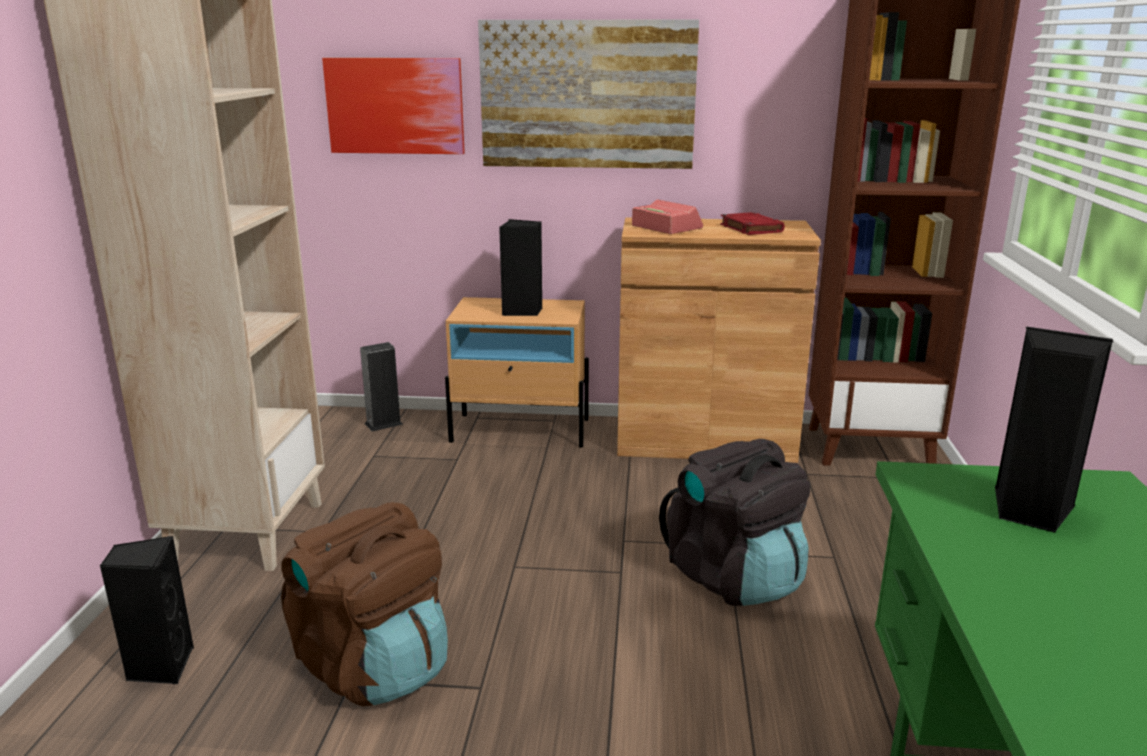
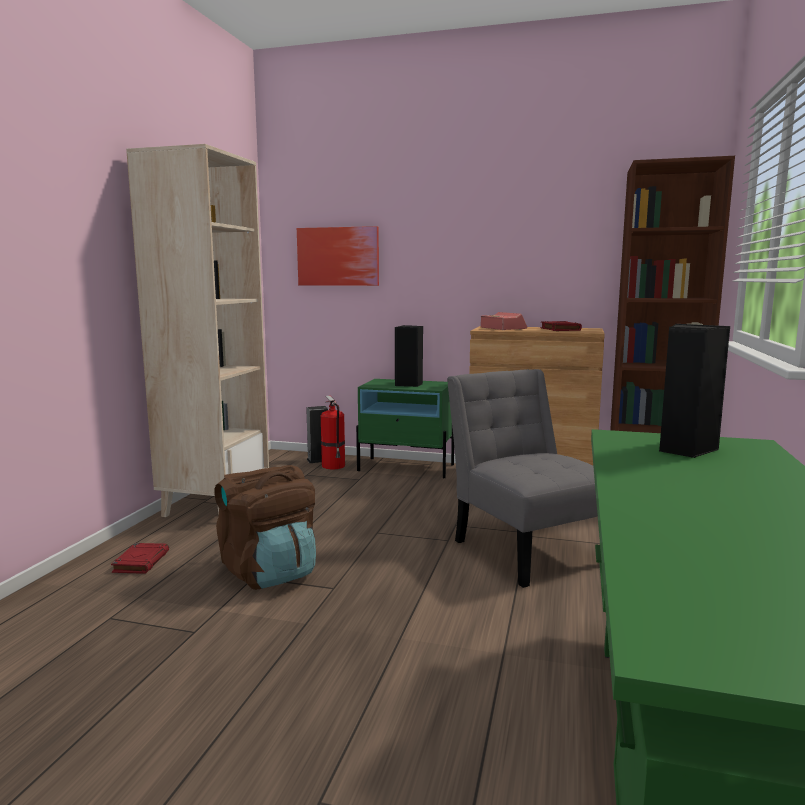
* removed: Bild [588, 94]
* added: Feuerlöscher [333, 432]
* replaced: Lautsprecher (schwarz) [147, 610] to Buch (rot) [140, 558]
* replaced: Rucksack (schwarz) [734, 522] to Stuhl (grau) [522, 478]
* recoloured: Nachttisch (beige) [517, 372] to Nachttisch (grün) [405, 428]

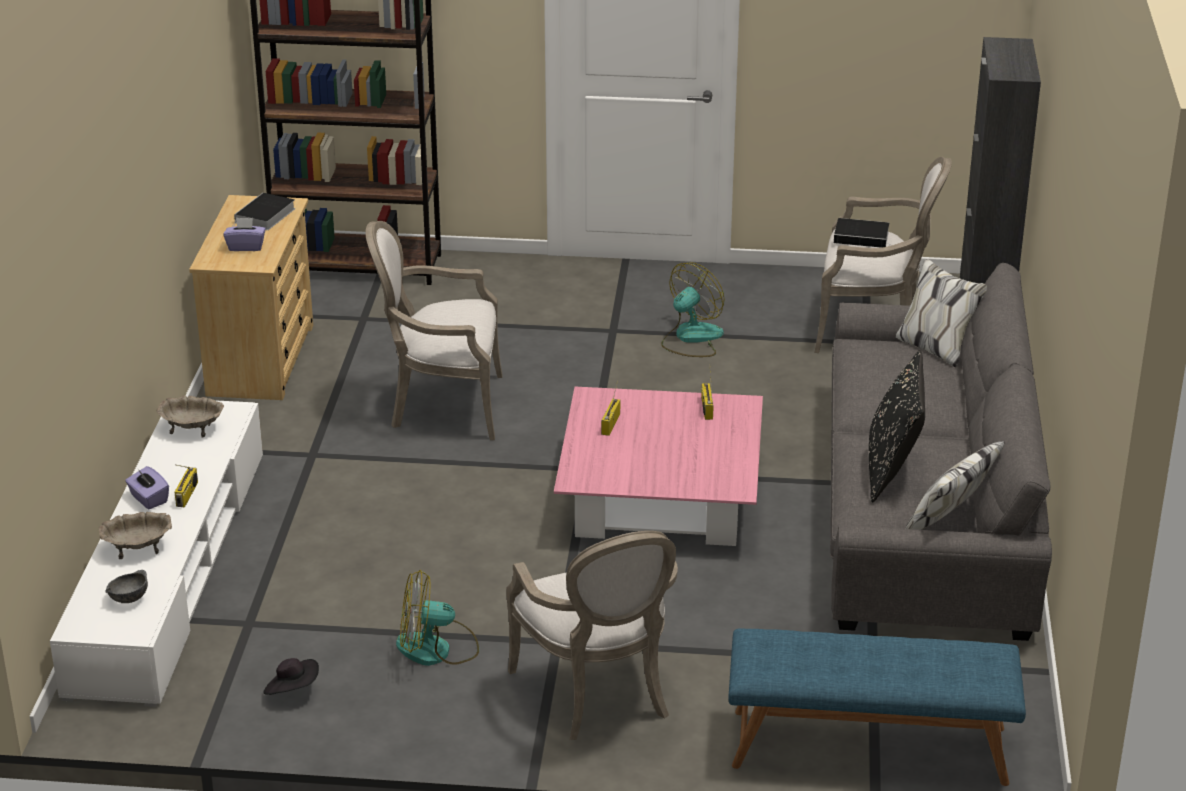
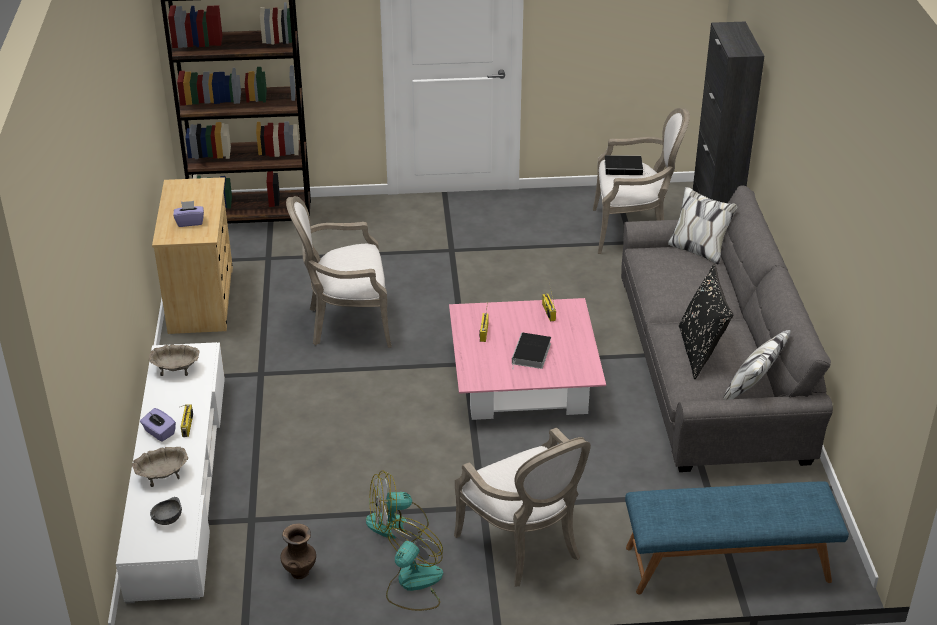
* moved: Buch [263, 211] to [531, 350]
* moved: Ventilator [693, 309] to [414, 564]
* replaced: Hut (schwarz) [291, 676] to Vase (braun) [298, 551]

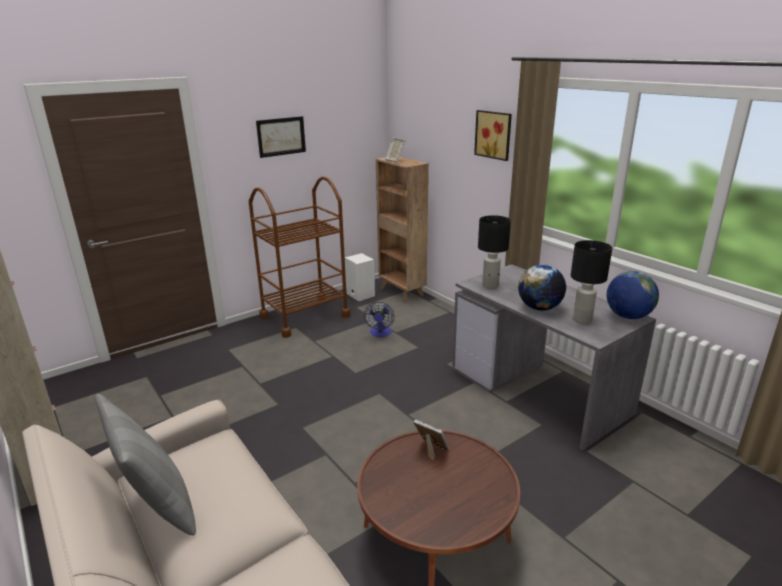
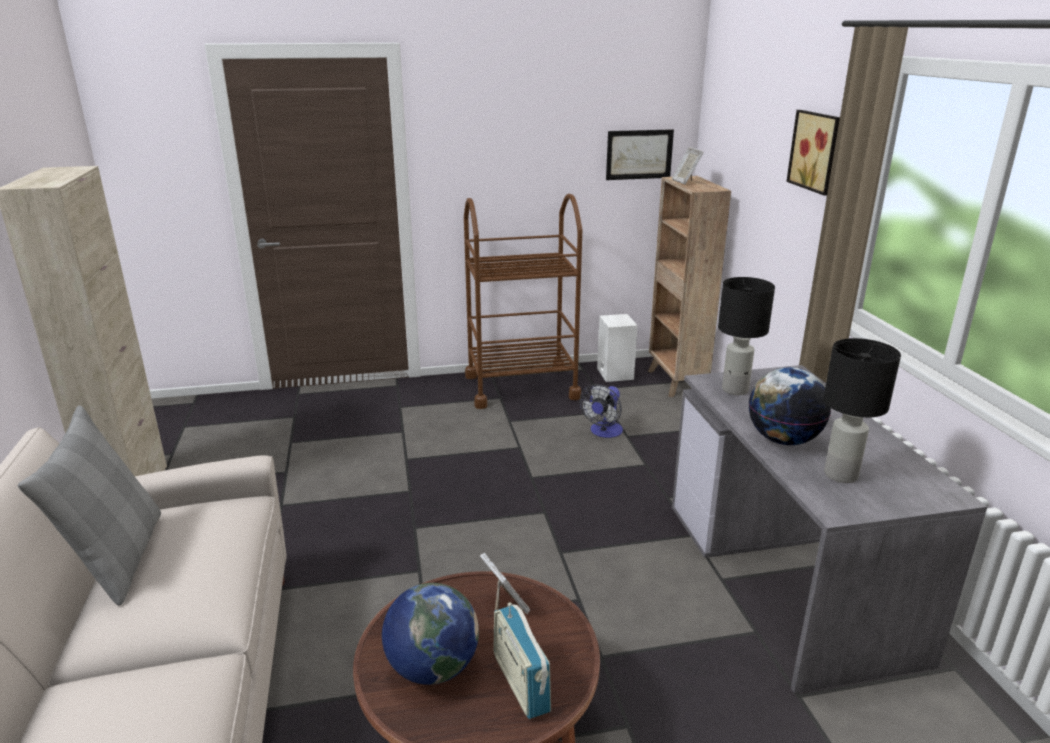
* added: Radio [522, 660]
* moved: Bild [281, 137] to [640, 154]
* moved: Globus [633, 295] to [430, 634]

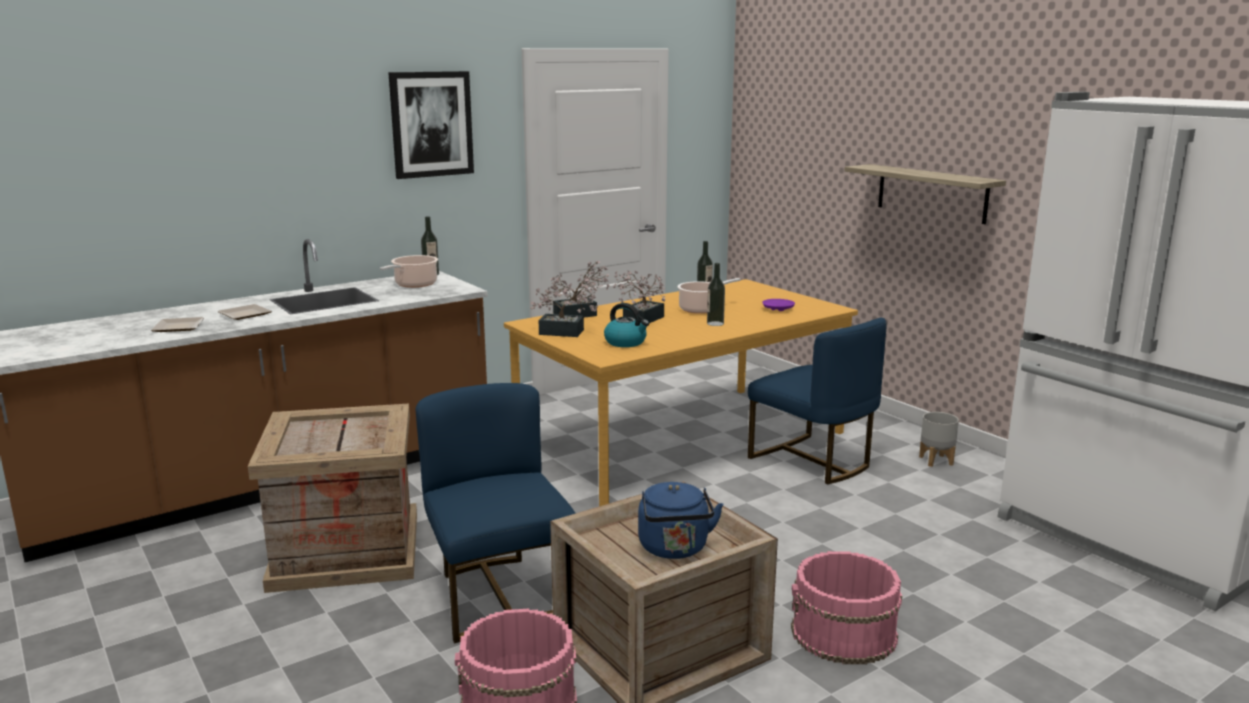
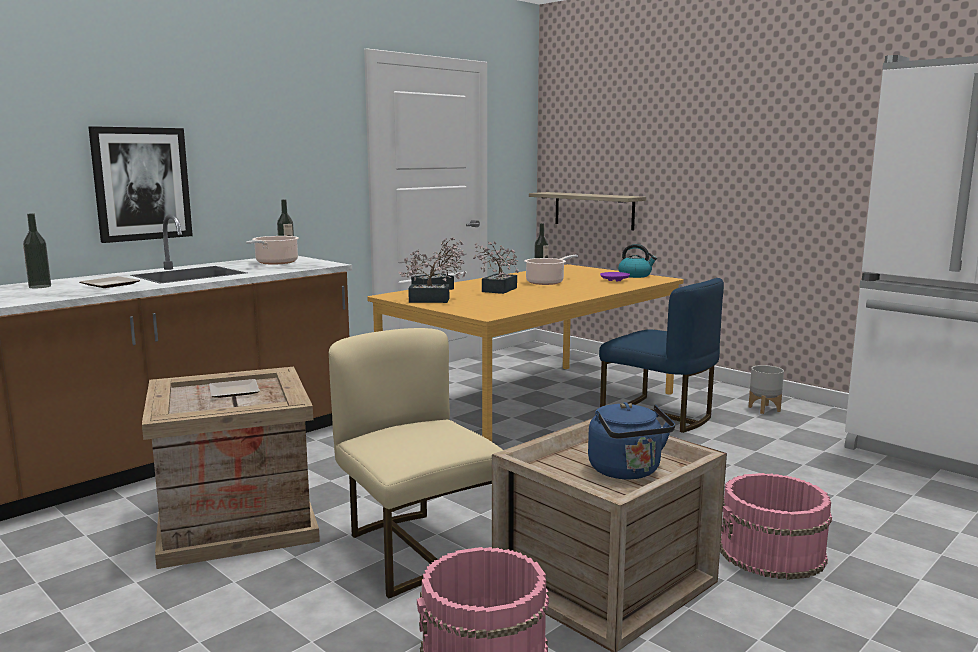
* moved: Teller [178, 324] to [234, 388]
* moved: Bild [431, 125] to [140, 184]
* moved: Wasserkessel [626, 325] to [637, 261]
* moved: Flasche [716, 294] to [37, 250]
* moved: Wandregal [925, 194] to [587, 211]
* recoloured: Stuhl (blau) [495, 513] to Stuhl (beige) [416, 463]

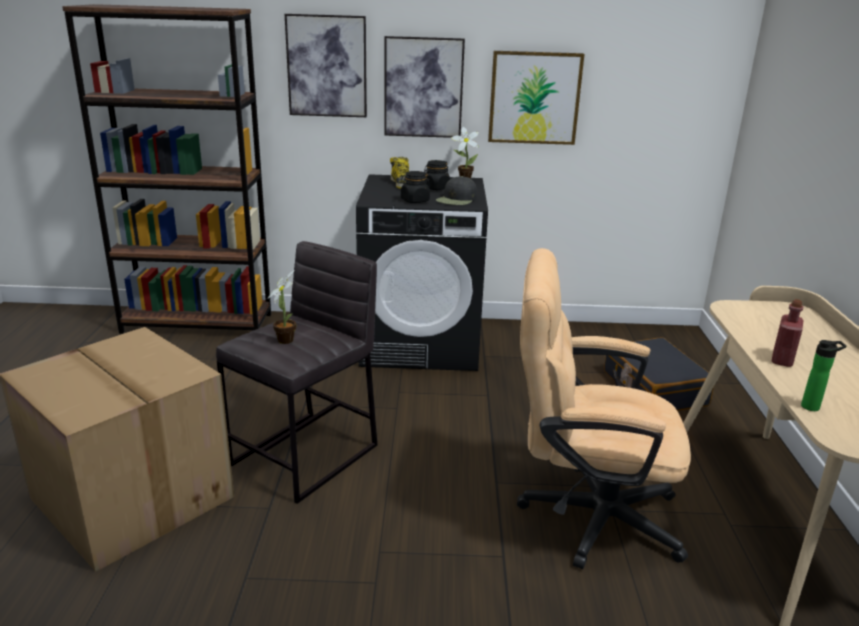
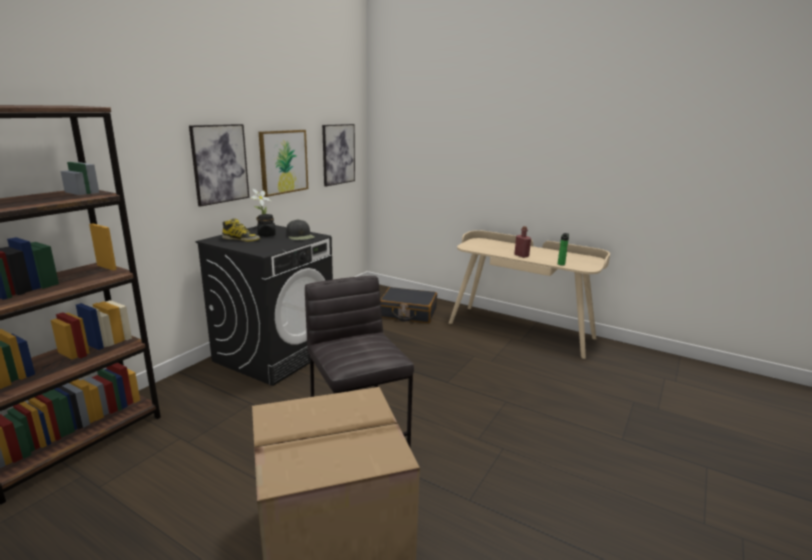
* removed: Topfpflanze [281, 307]
* removed: Vorratsglas (schwarz) [415, 187]
* removed: Bürostuhl (beige) [604, 408]
* moved: Bild [326, 65] to [338, 155]

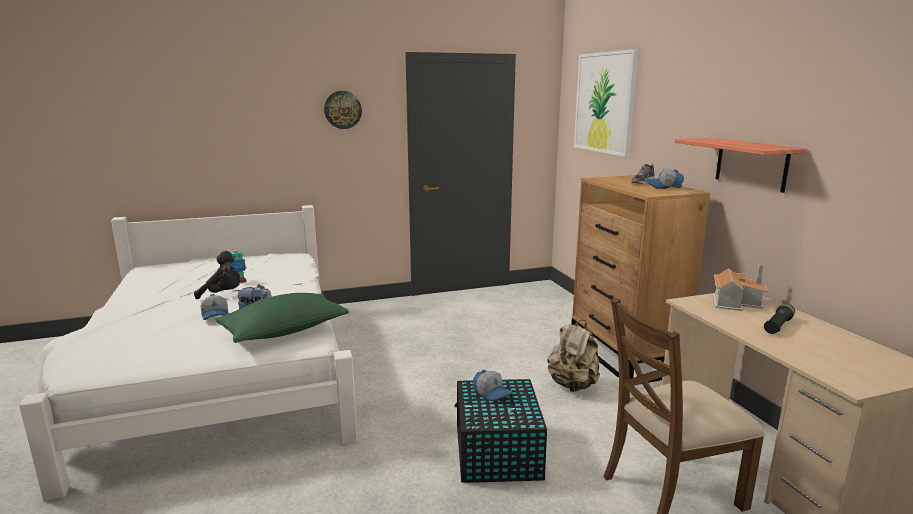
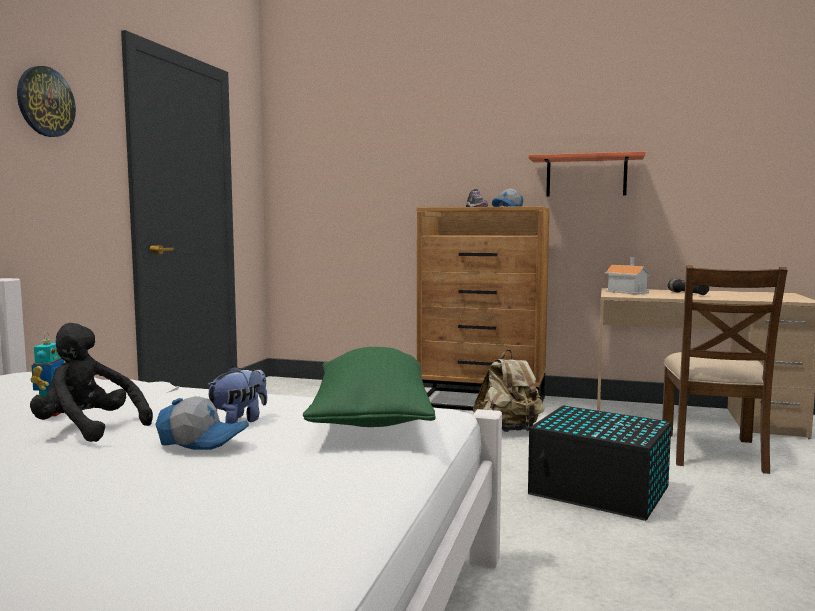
* removed: Kappe [492, 385]
* removed: Bild [606, 103]
* turned: Plüschtier (schwarz) [217, 275] = [91, 382] 105 degrees counterclockwise

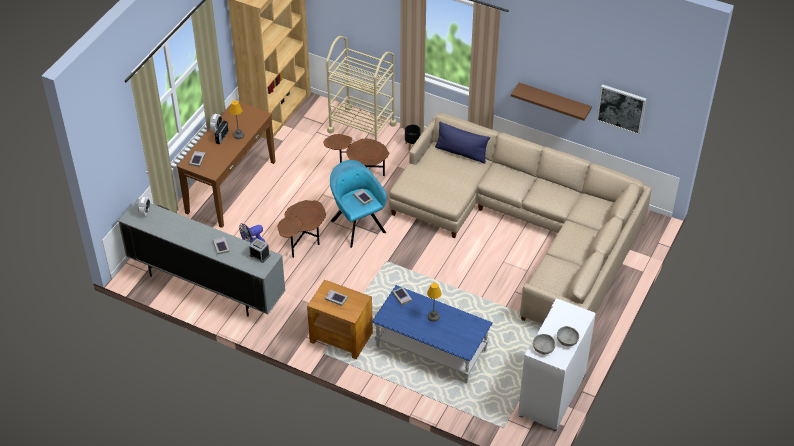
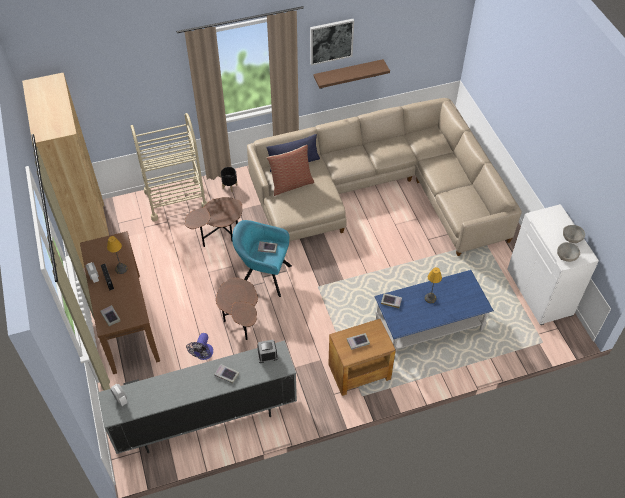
* added: Kissen [290, 170]
* moved: Bild [621, 109] to [332, 42]

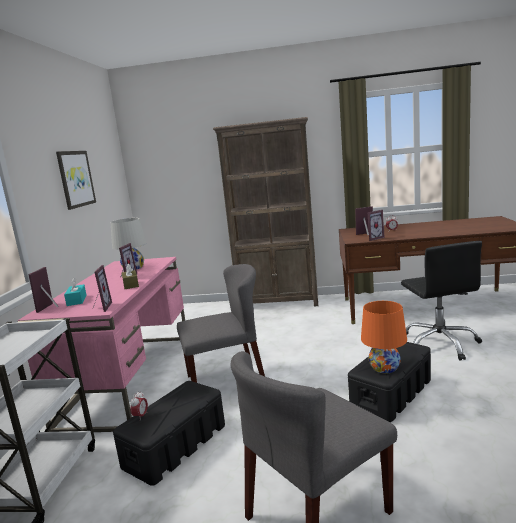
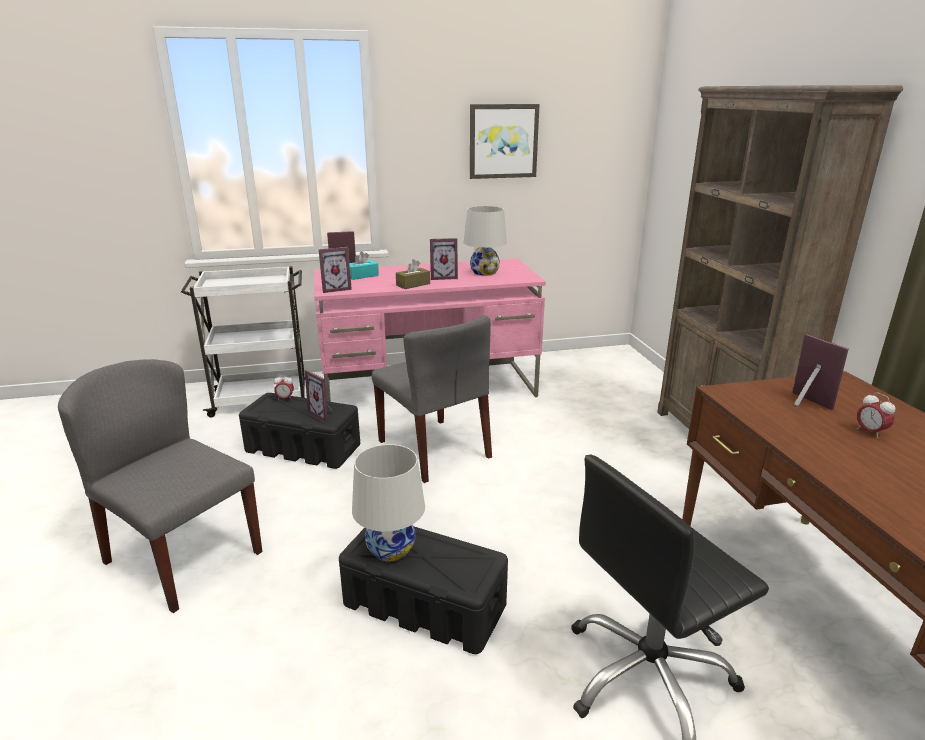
* moved: Bilderrahmen [376, 225] to [318, 396]
* recoloured: Tischlampe (orange) [384, 337] to Tischlampe (weiß) [388, 502]

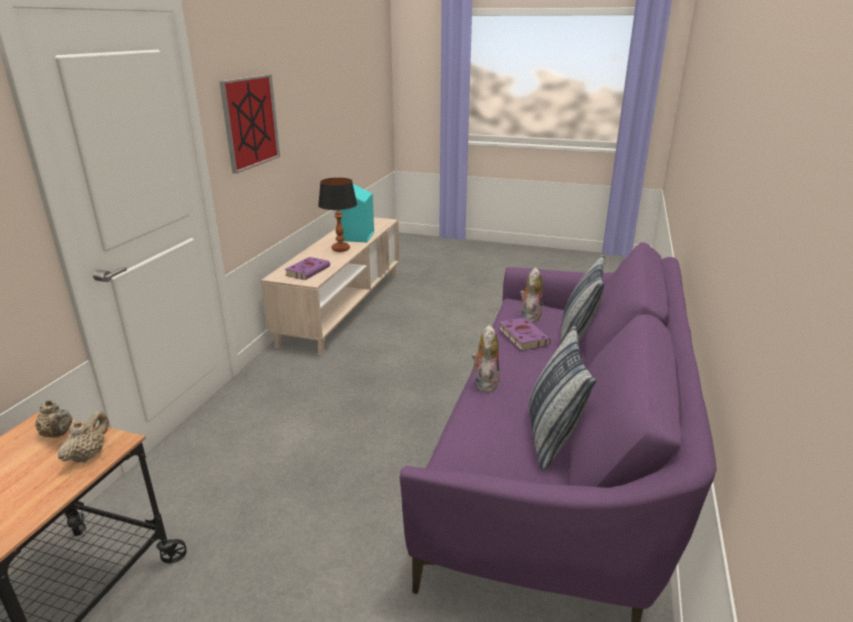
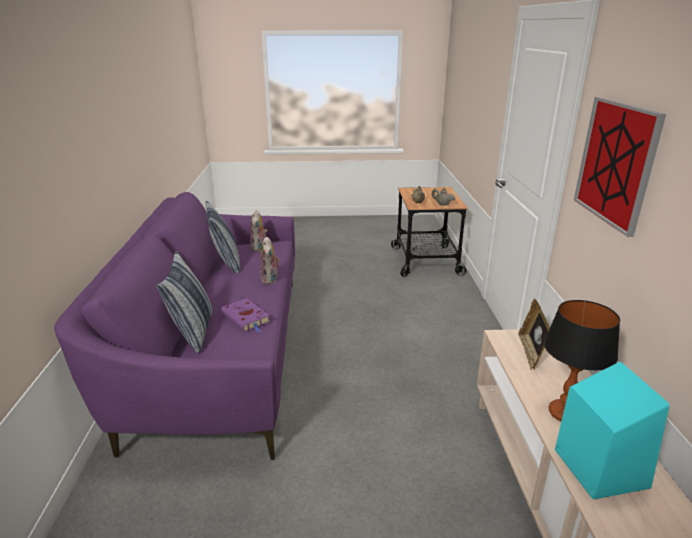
* moved: Plüschtier [531, 295] to [258, 230]
* replaced: Buch (lila) [307, 268] to Bilderrahmen [534, 334]

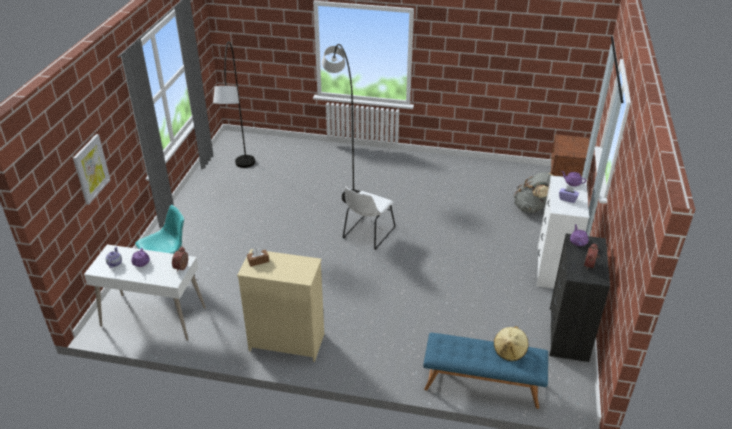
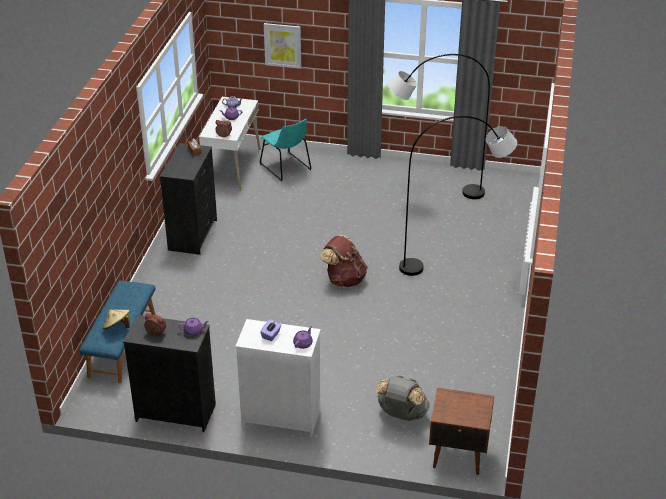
* replaced: Stuhl (weiß) [369, 218] to Rucksack (braun) [344, 261]
* recoloured: Kommode (beige) [280, 305] to Kommode (schwarz) [188, 199]

